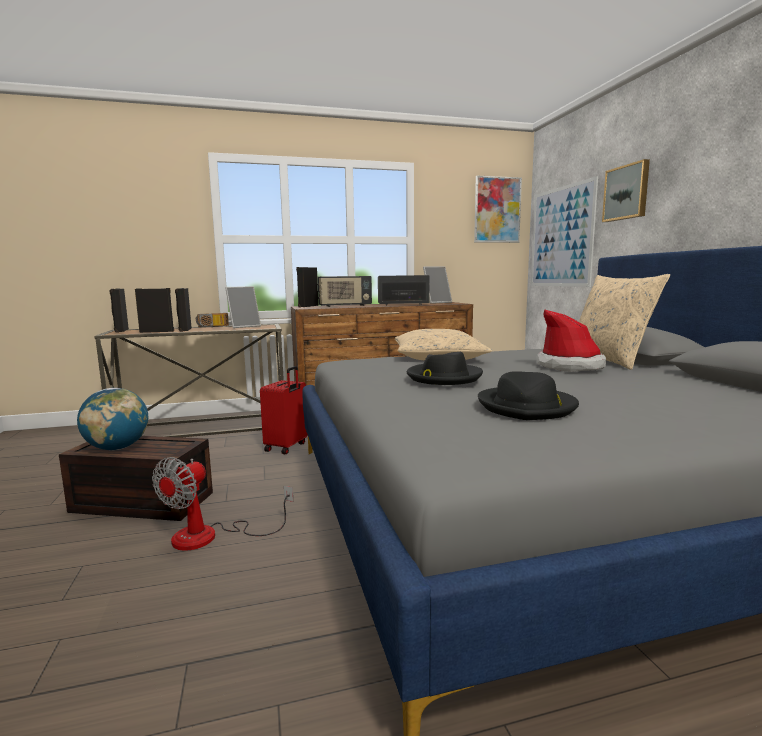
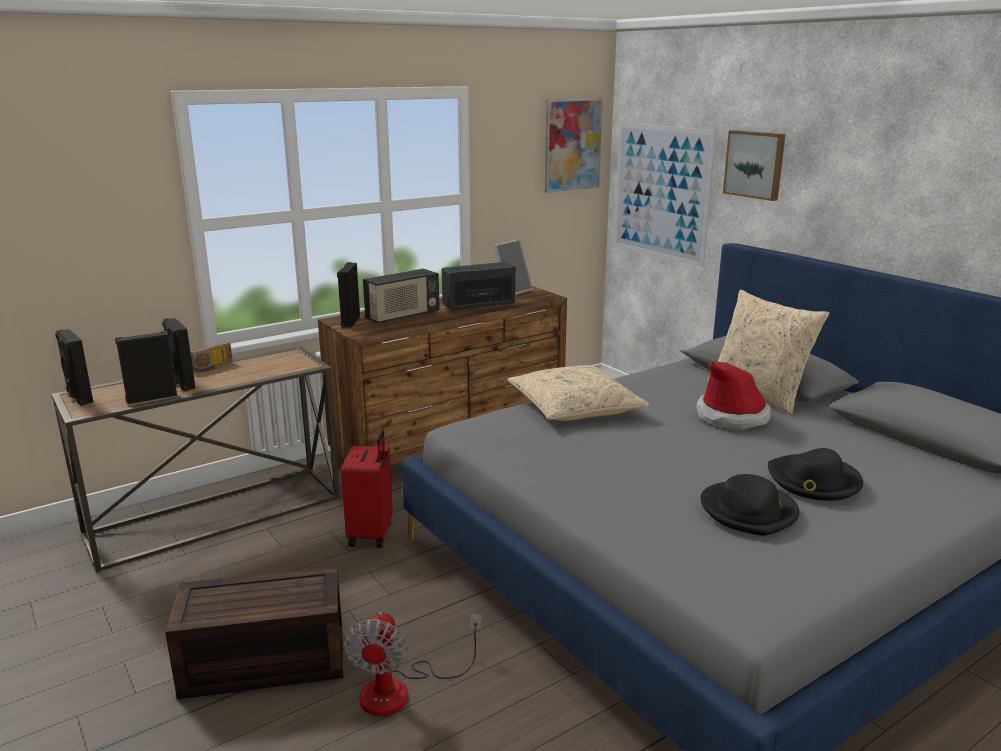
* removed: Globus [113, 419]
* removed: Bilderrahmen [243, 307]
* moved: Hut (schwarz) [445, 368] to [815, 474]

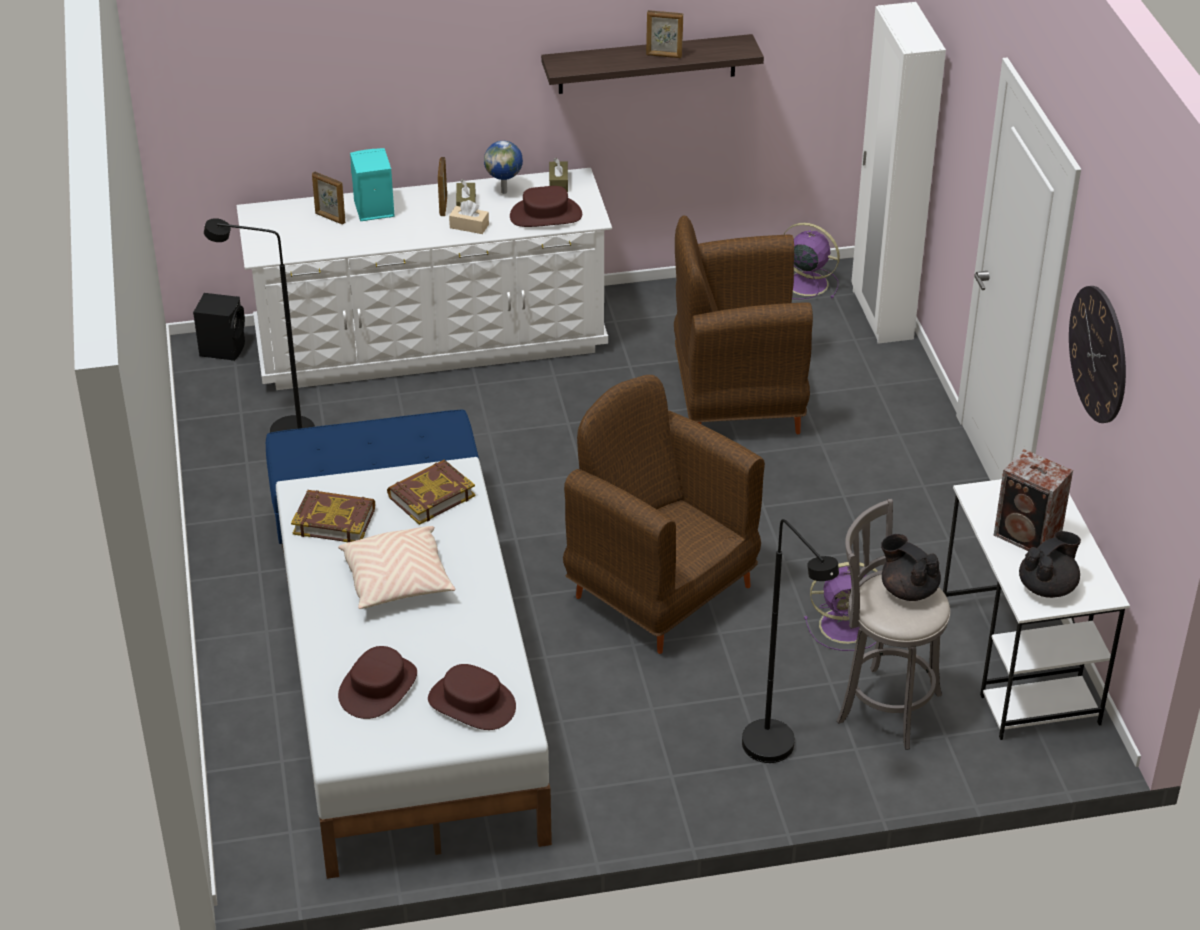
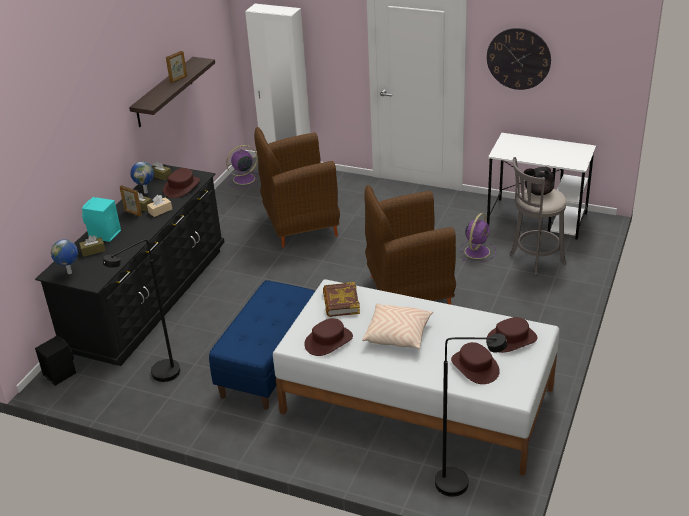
* removed: Lautsprecher [1033, 500]
* removed: Teekanne (schwarz) [1050, 564]
* added: Globus [64, 256]
* moved: Stehlampe (schwarz) [790, 641] to [471, 415]
* replaced: Buch [333, 516] to Hut (braun) [328, 337]
* replaced: Bilderrahmen [328, 198] to Taschentuchbox (braun) [92, 246]
* recoloured: Kommode (weiß) [424, 279] to Kommode (schwarz) [130, 265]
* turned: Sessel (braun) [743, 324] = [297, 187] 45 degrees clockwise

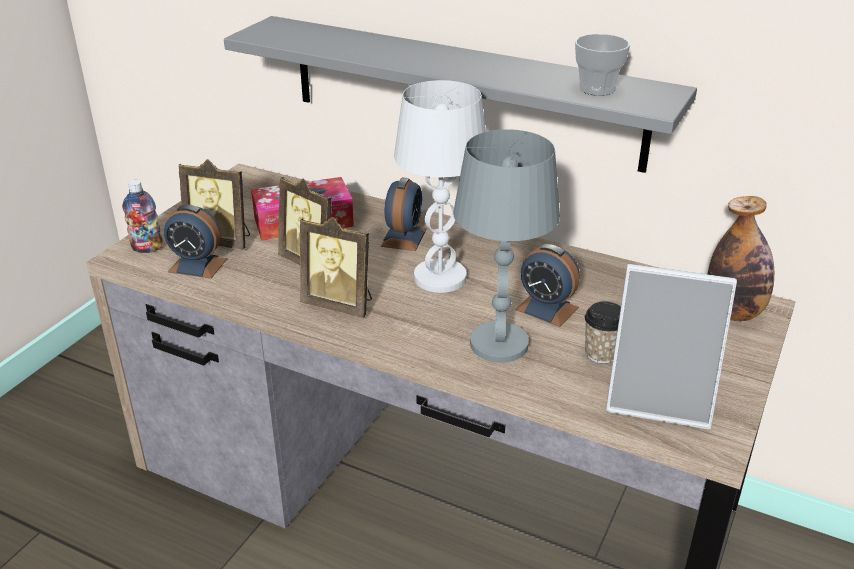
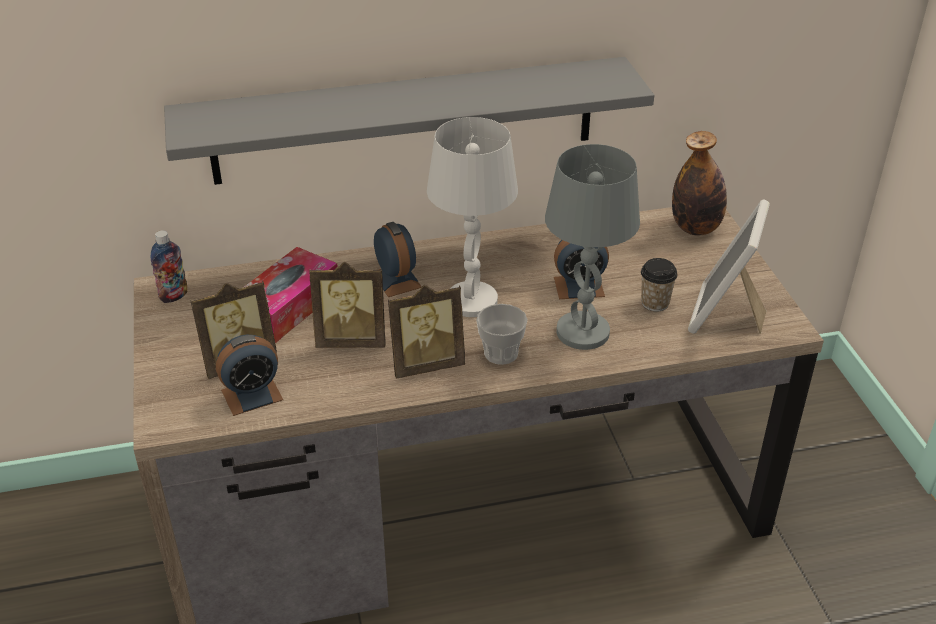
* moved: Flasche [142, 216] to [169, 266]
* moved: Tasse [602, 65] to [502, 334]
* turned: Bilderrahmen [671, 346] = [729, 267] 135 degrees clockwise

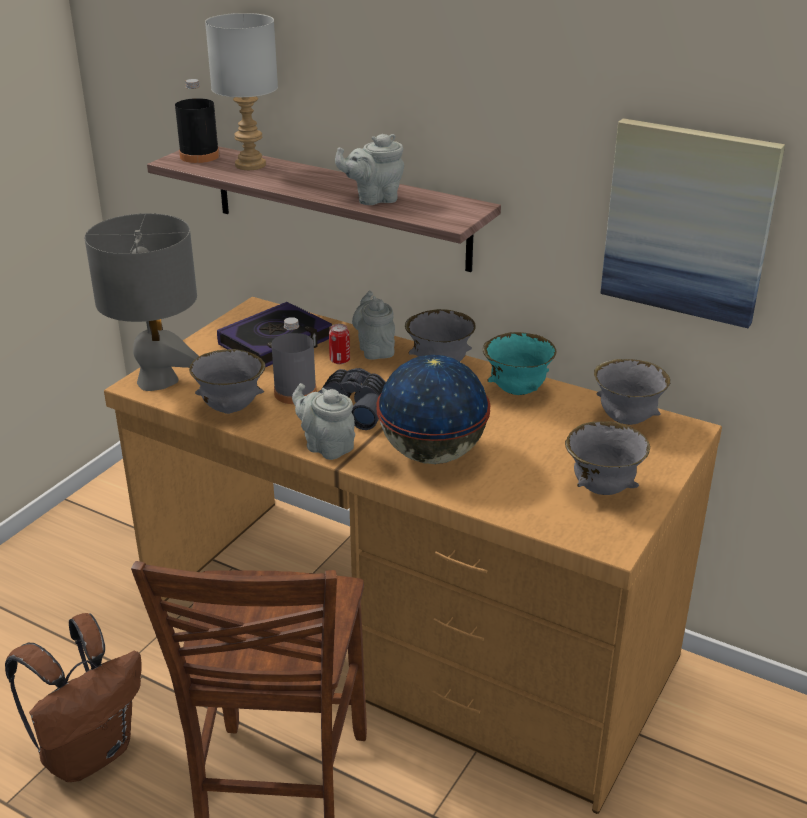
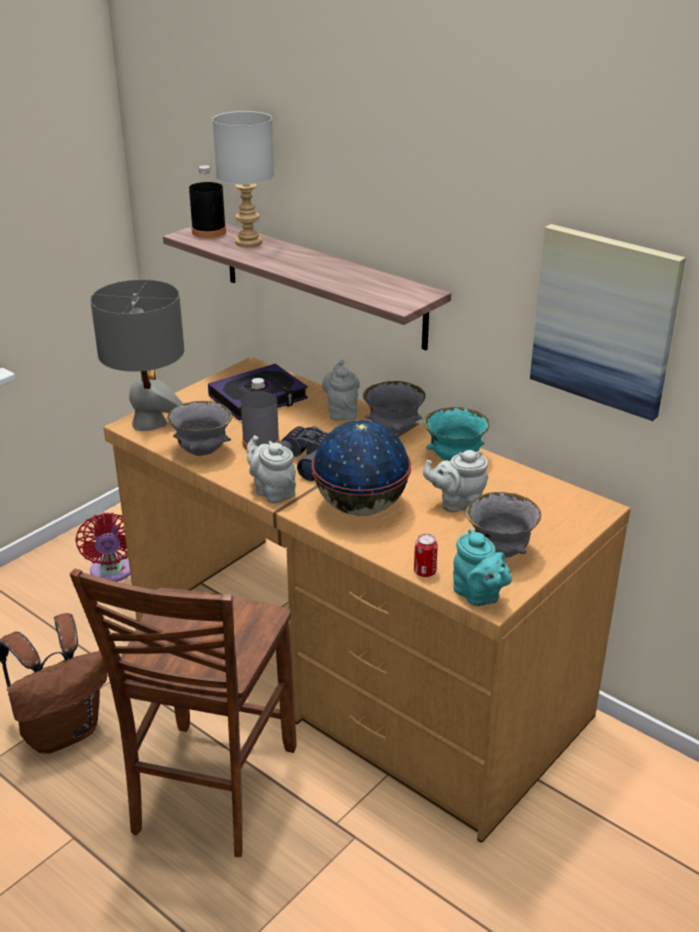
* removed: Schüssel (grau) [632, 392]
* added: Ventilator (rot) [102, 547]
* added: Teekanne (türkis) [482, 567]
* moved: Dose [339, 344] to [426, 555]
* moved: Teekanne (grau) [369, 169] to [455, 481]

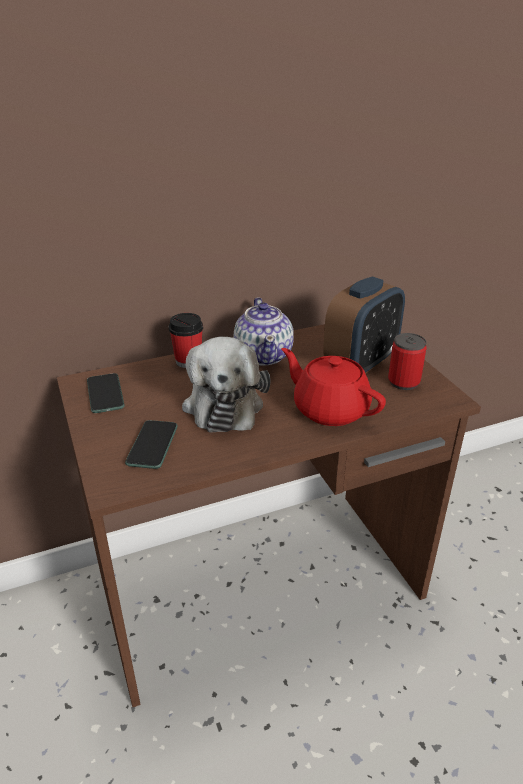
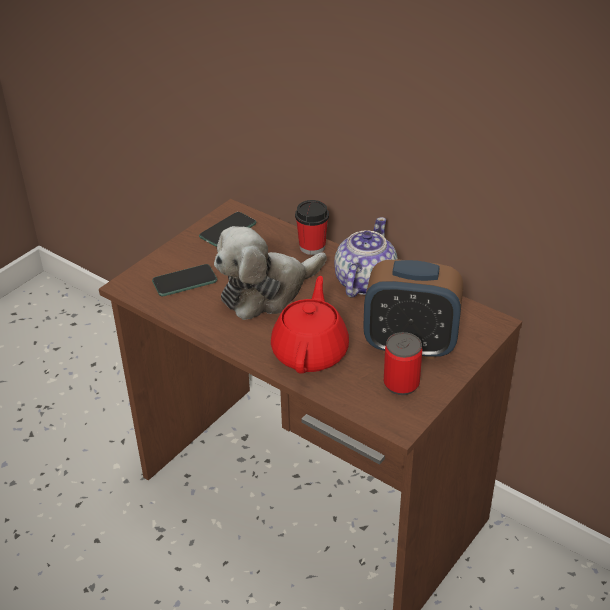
* turned: Teekanne [264, 331] = [366, 257] 150 degrees clockwise

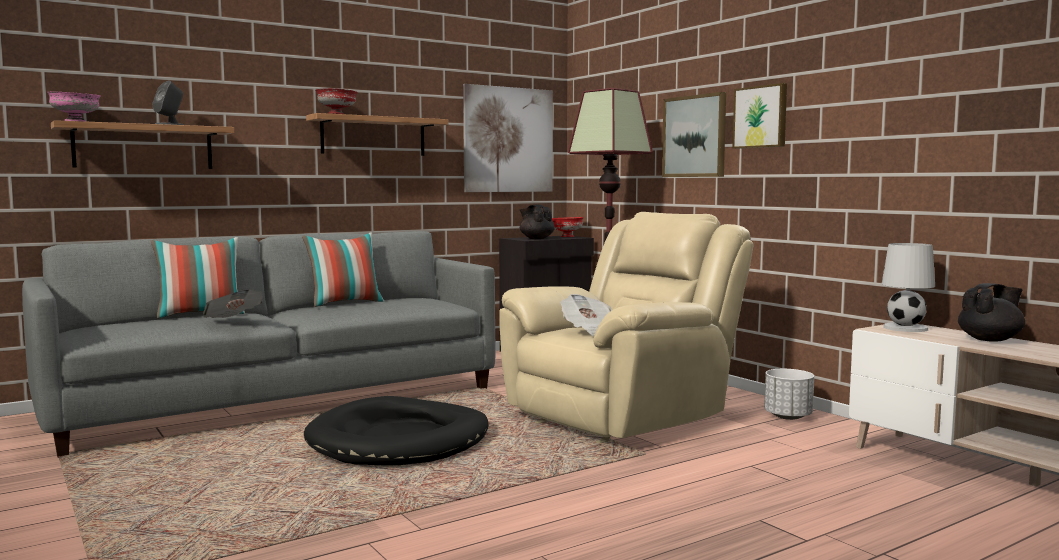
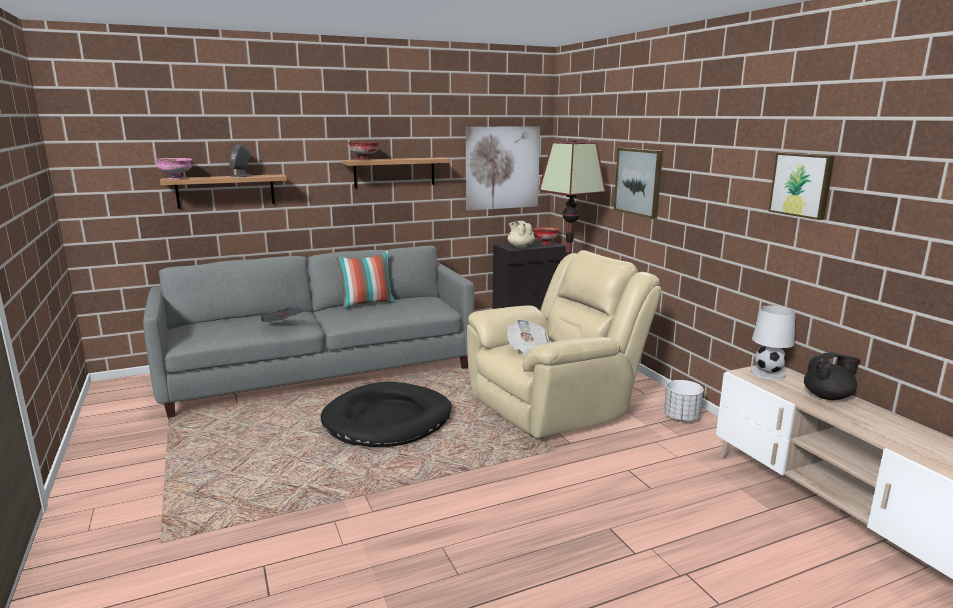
* removed: Kissen [198, 278]
* moved: Bild [760, 116] to [801, 186]
* recoloured: Teekanne (schwarz) [537, 222] to Teekanne (beige) [521, 234]

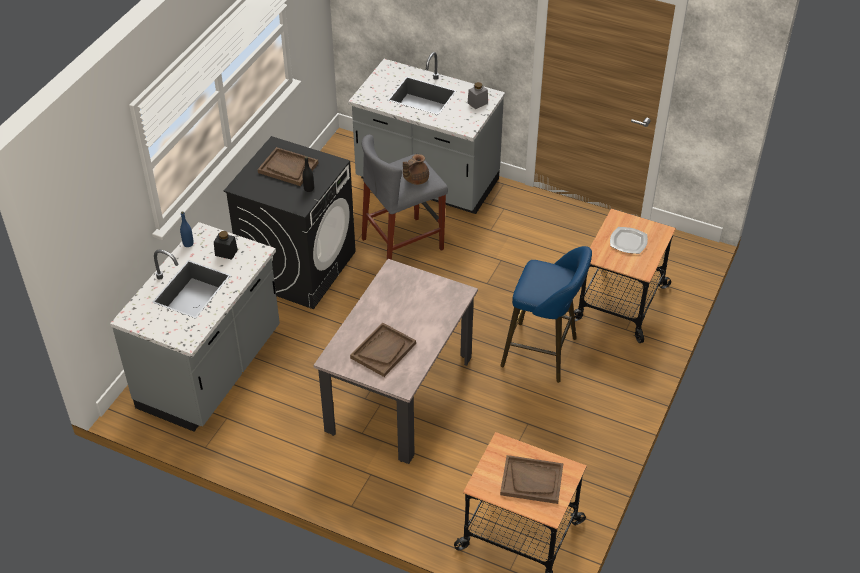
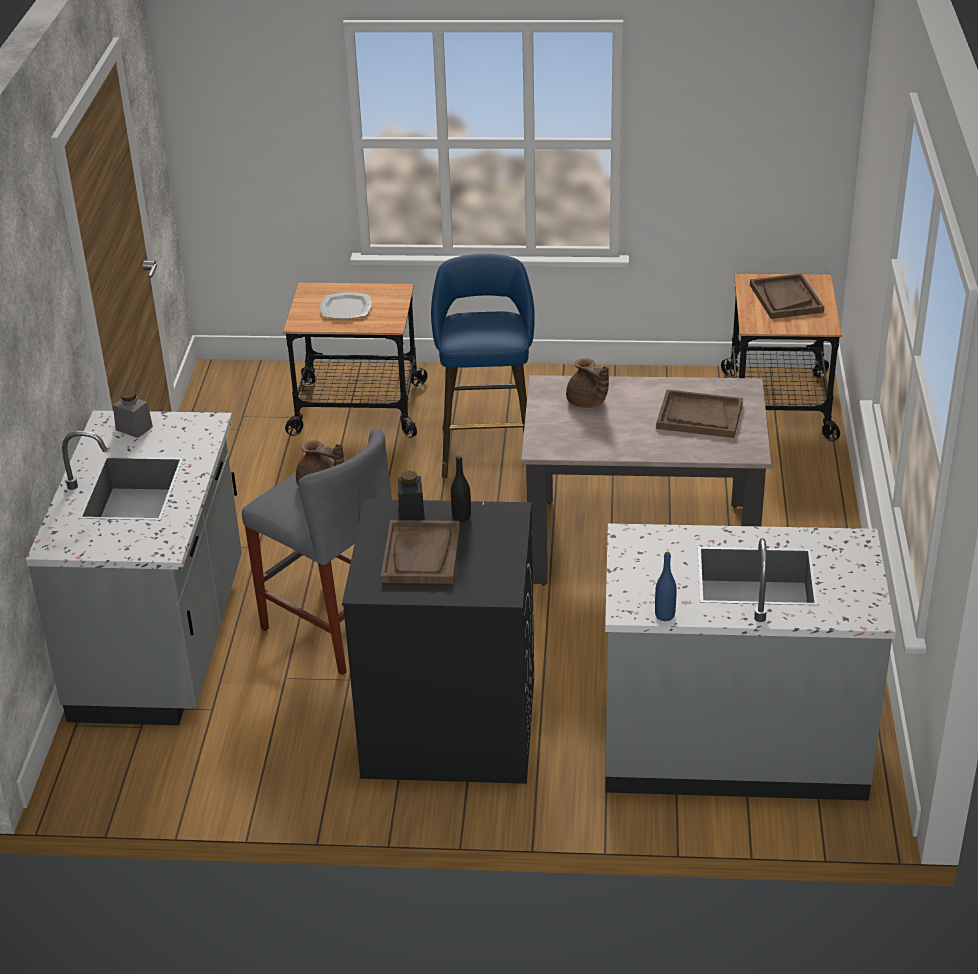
* added: Teekanne (braun) [587, 383]
* moved: Vorratsglas (schwarz) [226, 245] to [411, 495]

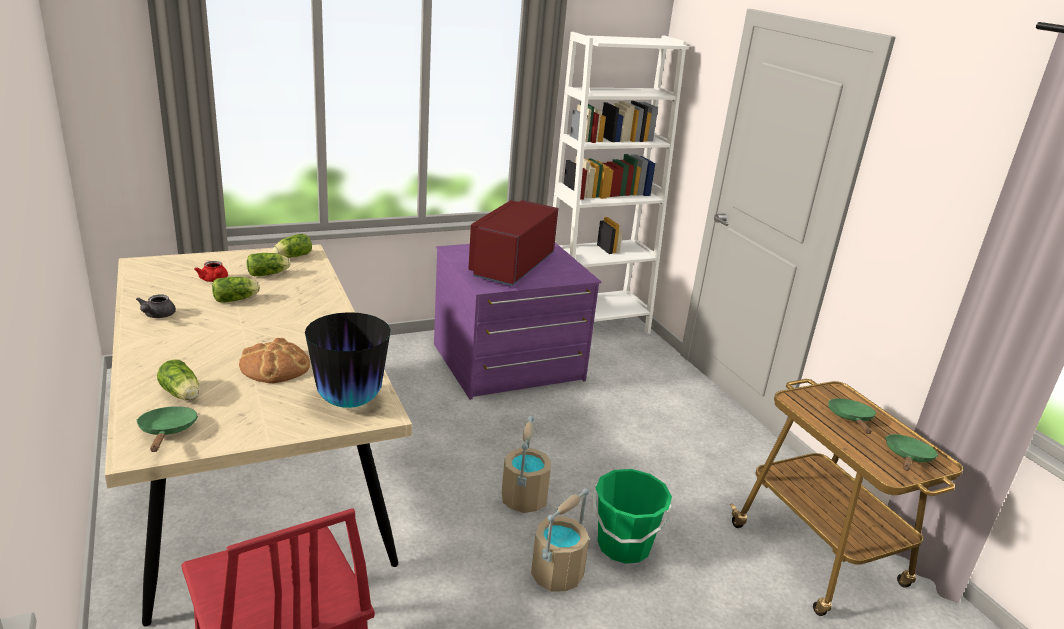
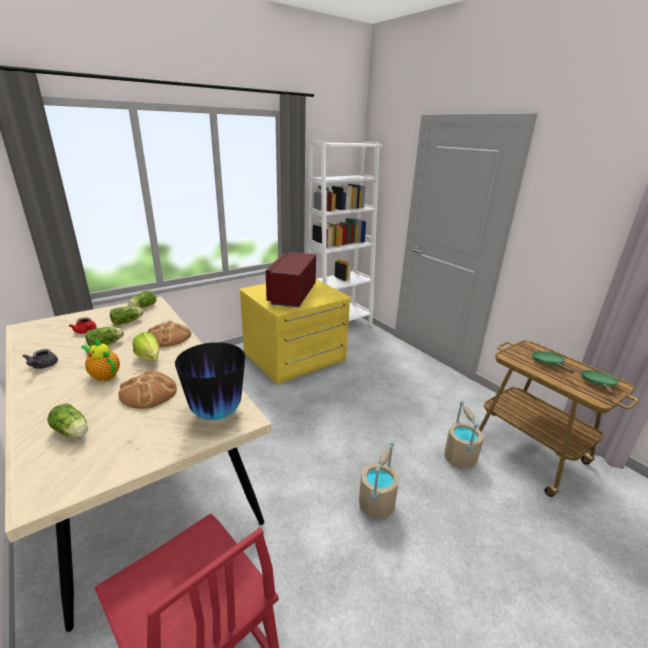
* removed: Pfanne (grün) [167, 429]
* removed: Eimer (grün) [632, 516]
* added: Teekanne [100, 360]
* added: Salatkopf [145, 346]
* added: Brot [169, 333]
* moved: Eimer (beige) [526, 464] to [464, 435]
* recoloured: Kommode (lila) [517, 321] to Kommode (gelb) [295, 332]

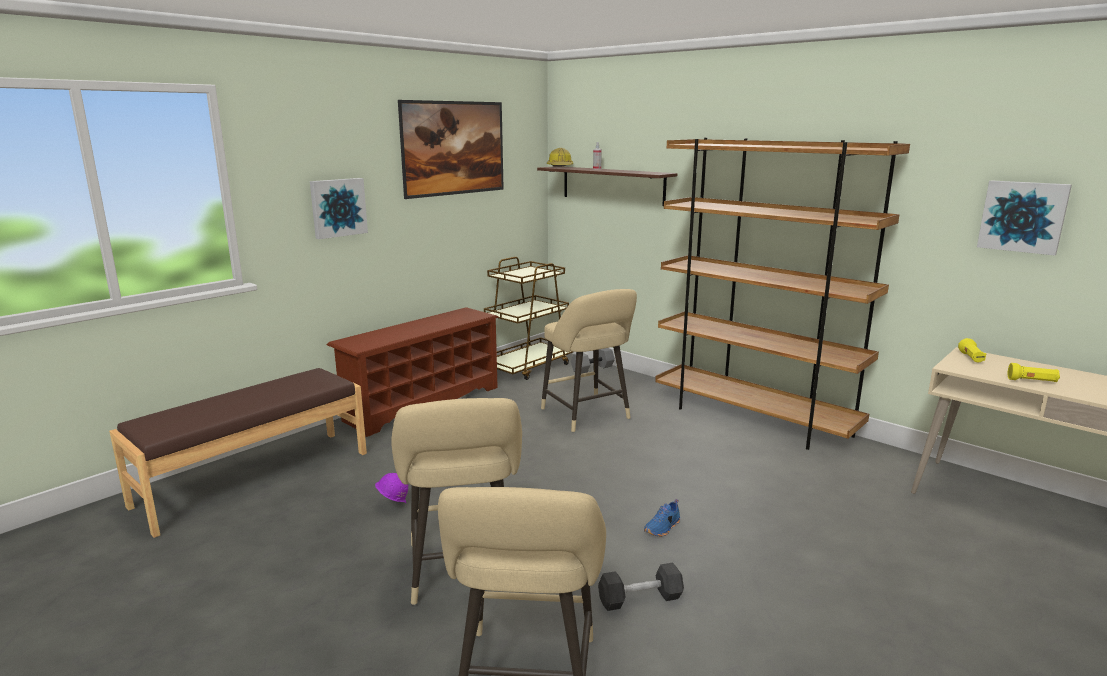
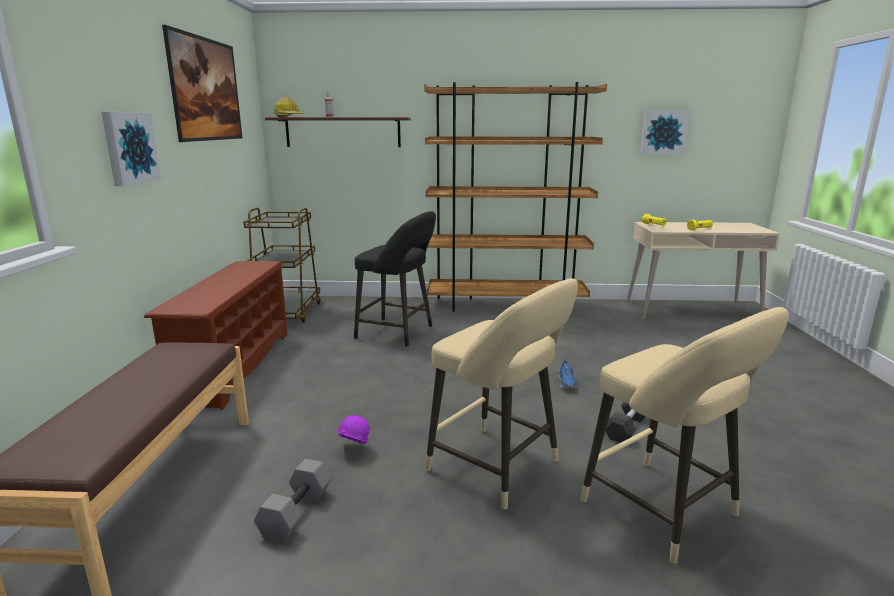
* moved: Hantel (grau) [593, 361] to [293, 501]
* recoloured: Hocker (beige) [589, 360] to Hocker (schwarz) [395, 279]

